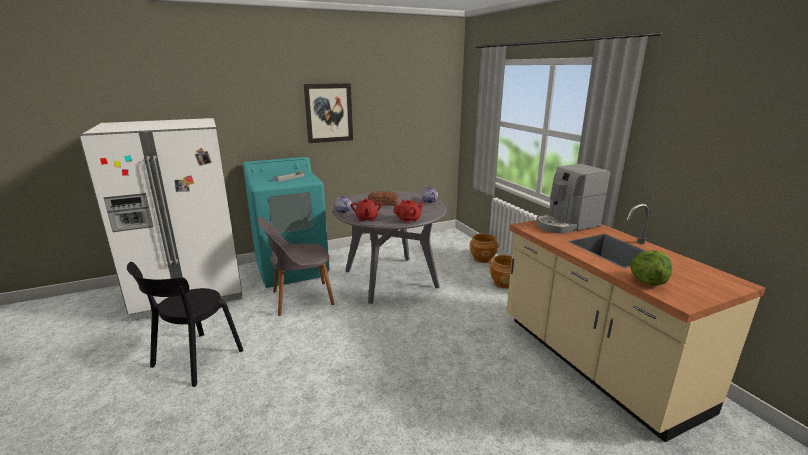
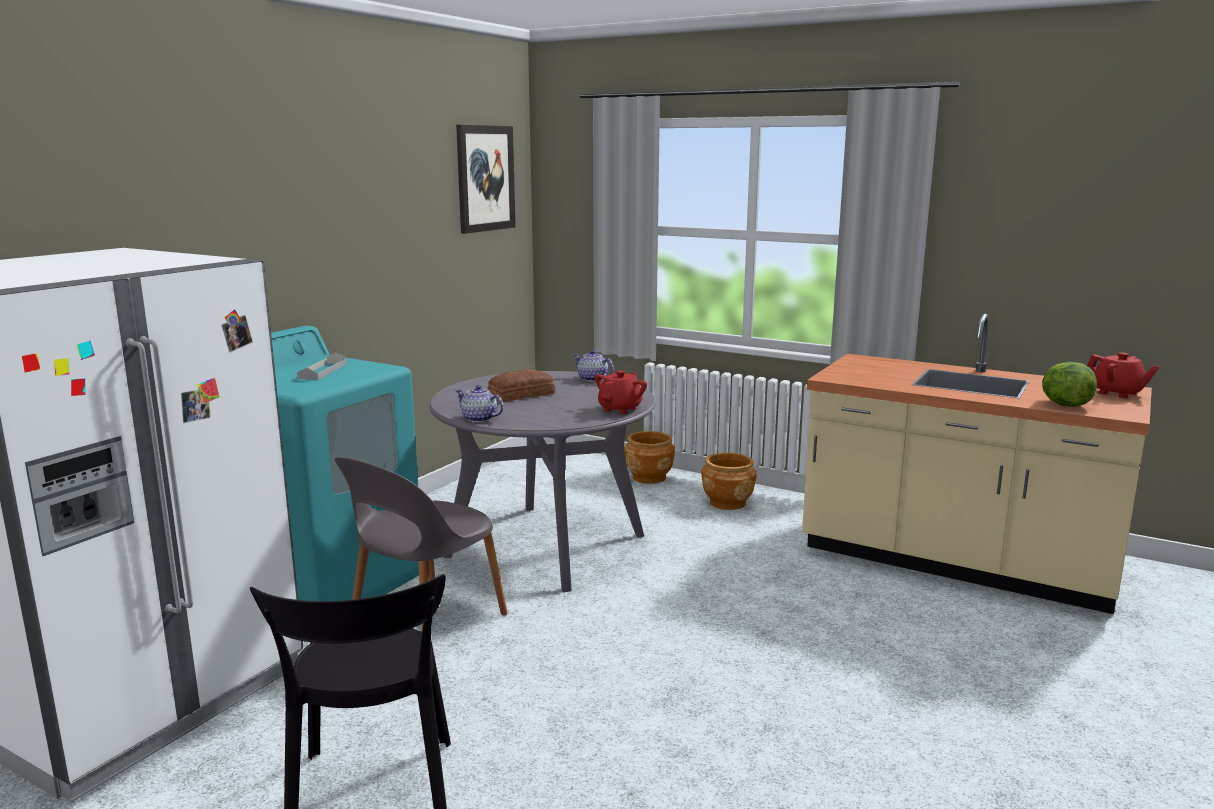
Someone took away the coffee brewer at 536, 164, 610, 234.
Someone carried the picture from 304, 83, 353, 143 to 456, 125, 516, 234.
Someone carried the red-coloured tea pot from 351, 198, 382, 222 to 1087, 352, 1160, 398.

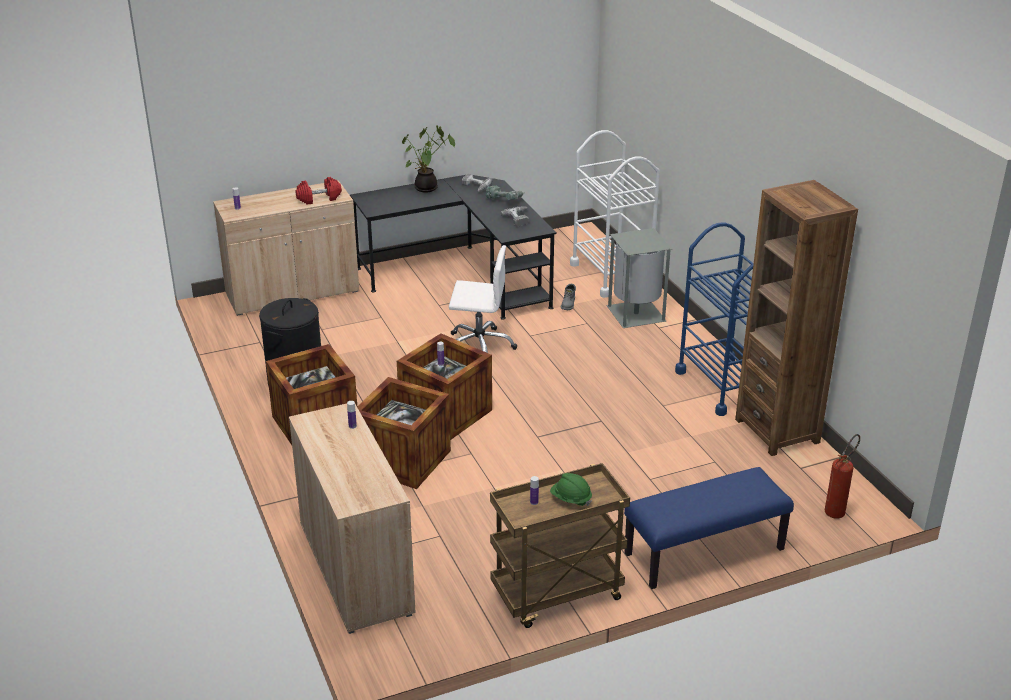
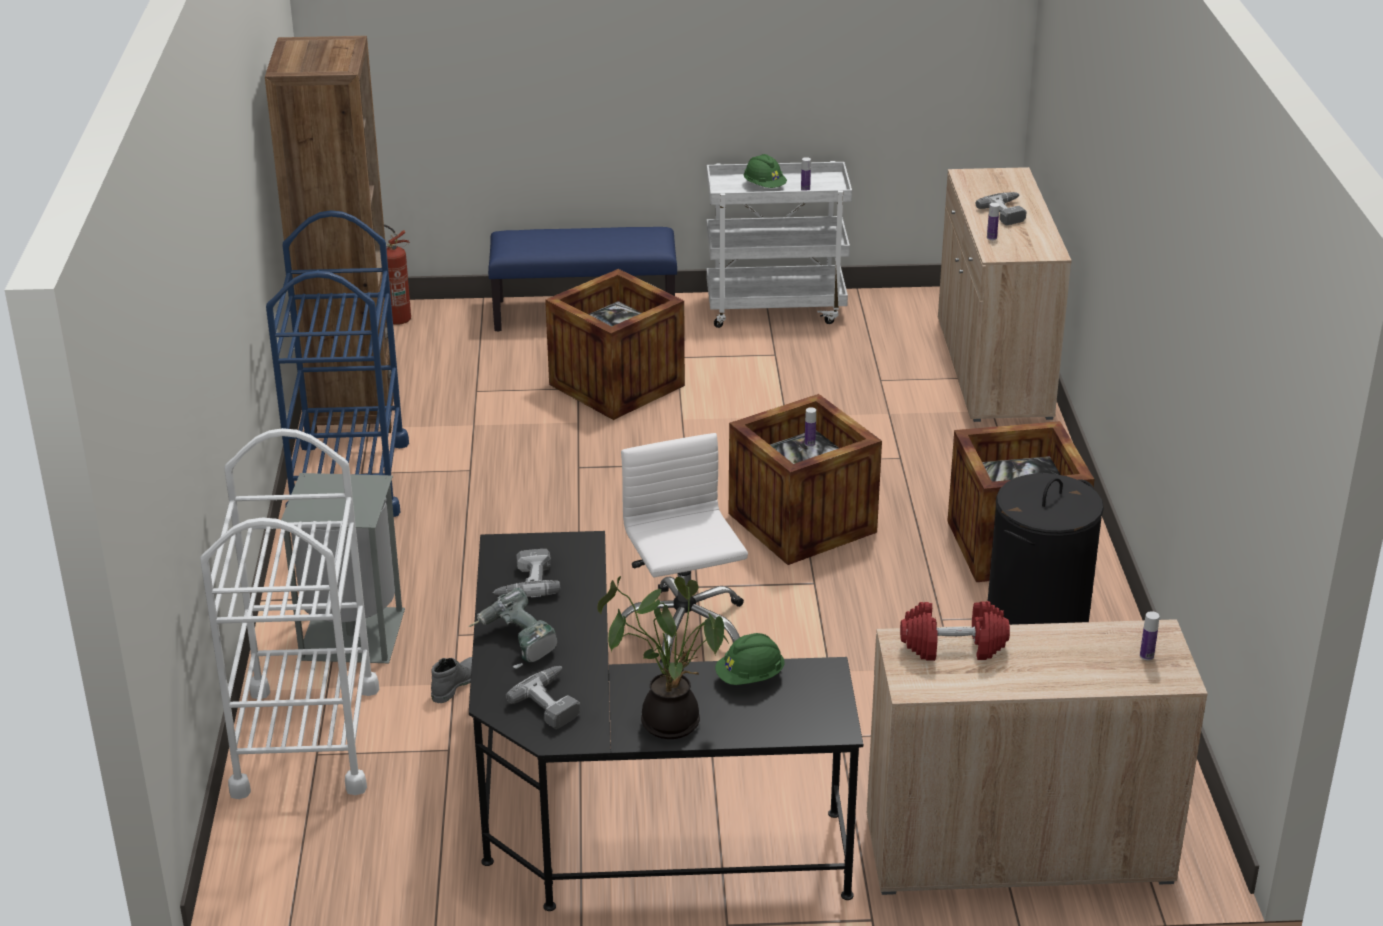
Someone put down the green-coloured work helmet at 715, 633, 784, 685.
Someone put down the drill at 976, 192, 1027, 225.
Someone carried the packing crate from 357, 377, 451, 489 to 545, 269, 685, 420.
Someone repainted the brown-coloured wheeled cart at 490, 463, 630, 628, which became the white wheeled cart at 707, 161, 852, 328.
Someone rotated the white computer chair at 449, 245, 517, 353 by 45 degrees clockwise.

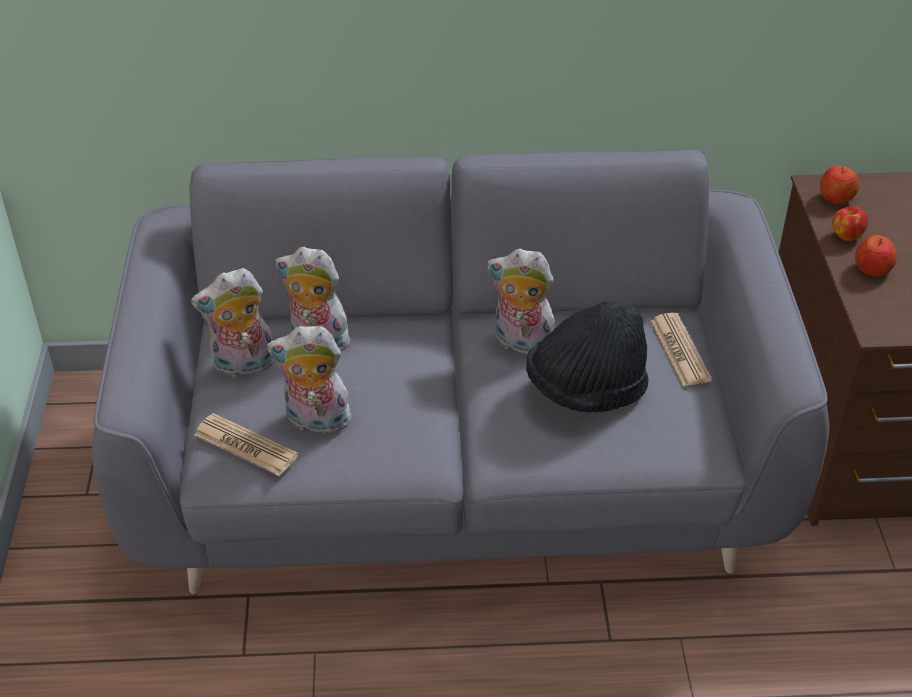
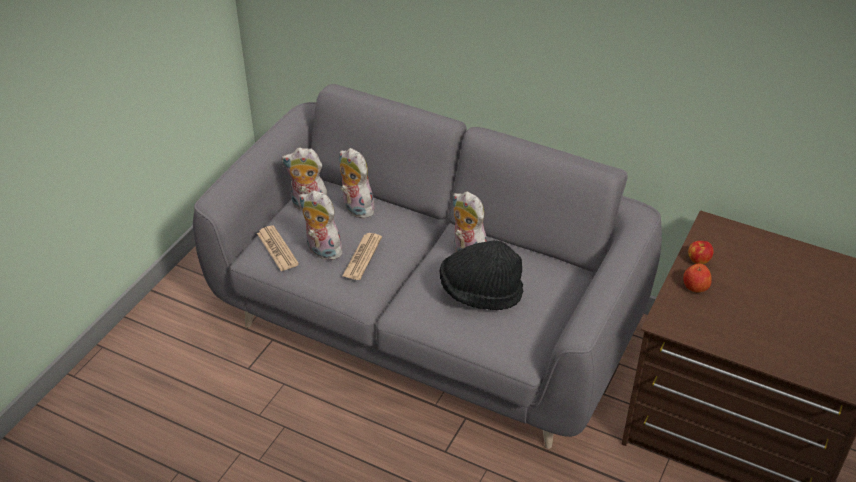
Someone took away the apple at 820, 165, 859, 204.
Someone carried the printed paper from 650, 313, 712, 386 to 342, 233, 382, 280.

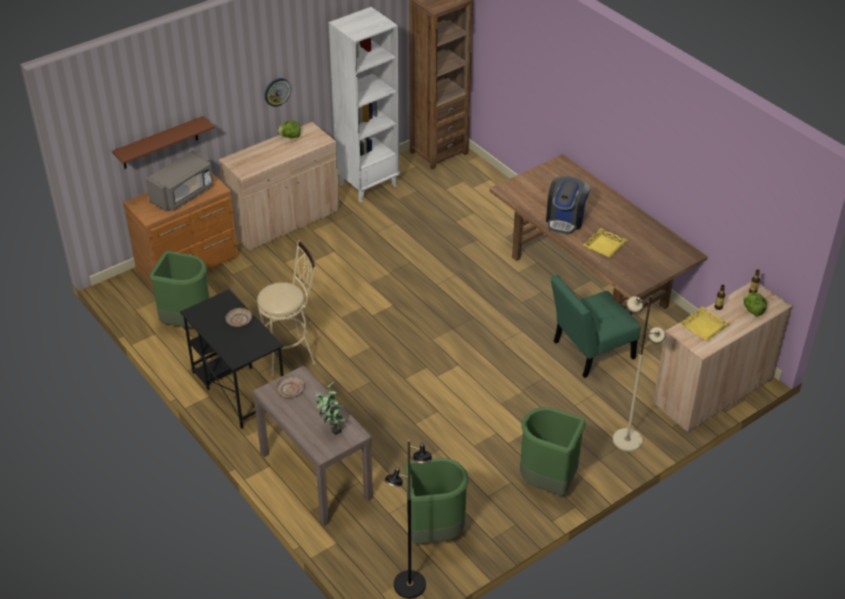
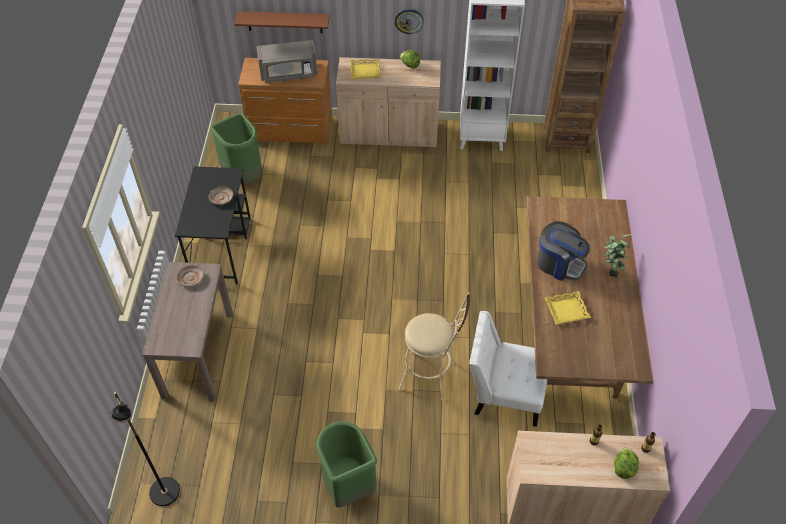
Someone took away the green-coloured rubbish bin at 404, 458, 469, 544.
Someone took away the beige-coloured standing lamp at 613, 296, 666, 452.
Someone carried the beige-coloured sitting stool from 257, 240, 316, 377 to 398, 293, 470, 401.
Someone carried the potted plant from 315, 382, 347, 435 to 604, 234, 631, 277.
Someone carried the yellow serving tray from 679, 306, 730, 341 to 350, 59, 381, 79.
Someone repainted the green-coloured upright chair at 550, 275, 640, 378, which became the white upright chair at 469, 311, 547, 427.
Someone rotated the coffee brewer at 546, 176, 590, 234 by 120 degrees counterclockwise.

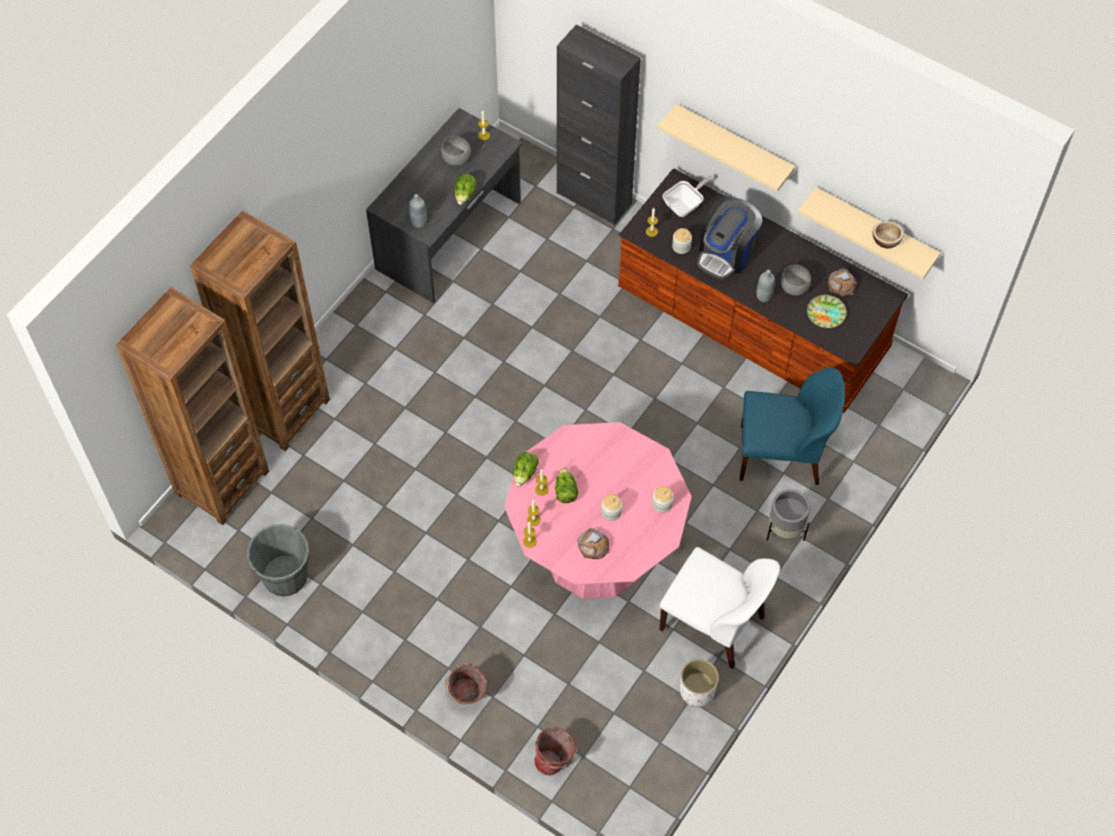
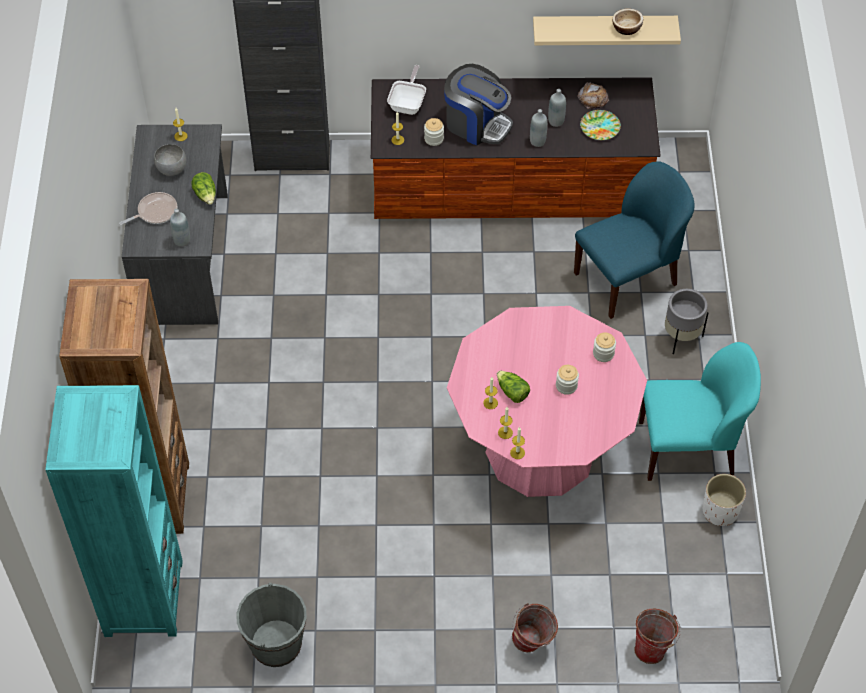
Someone took away the head of lettuce at 513, 452, 539, 487.
Someone took away the bread at 577, 528, 609, 559.
Someone took away the beige-coloured shelf at 658, 104, 795, 192.
Someone put down the frying pan at 119, 192, 177, 225.
Someone swapped the gray bowl at 781, 265, 811, 296 for the gray bottle at 548, 89, 566, 127.
Someone repainted the brown-coloured bookcase at 116, 287, 269, 525, which became the turquoise bookcase at 45, 385, 183, 637.
Someone repainted the white upright chair at 660, 547, 780, 669, which became the turquoise upright chair at 639, 342, 761, 481.
Someone rotated the coffee brewer at 697, 197, 763, 280 by 60 degrees counterclockwise.

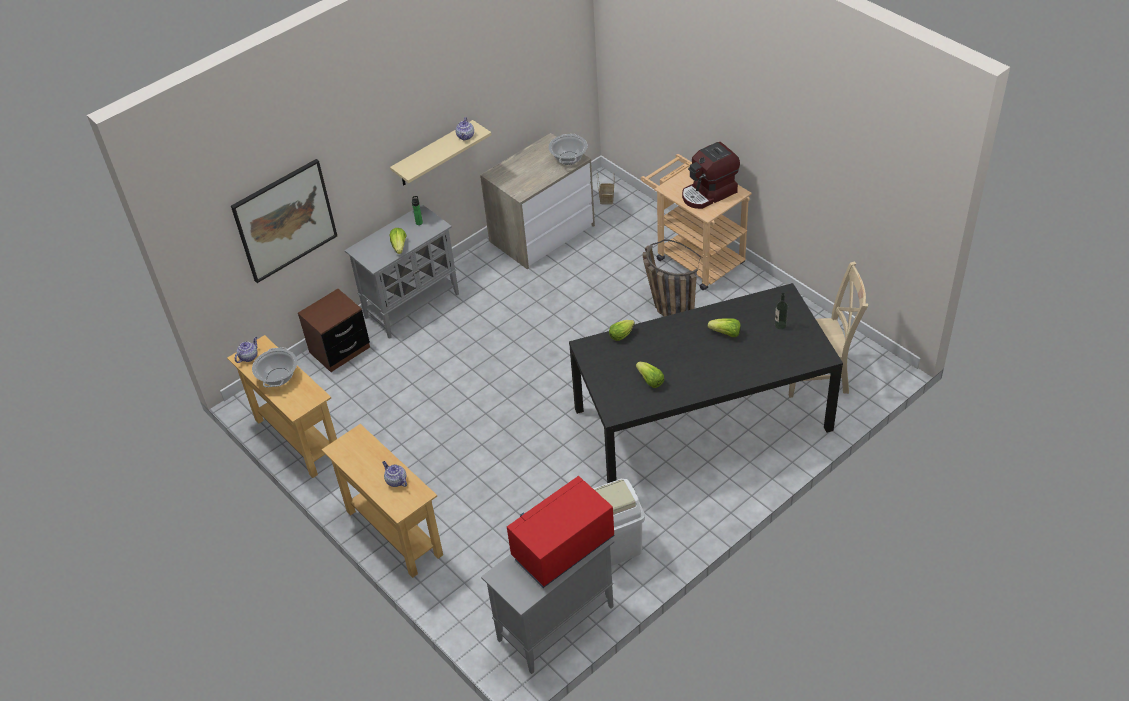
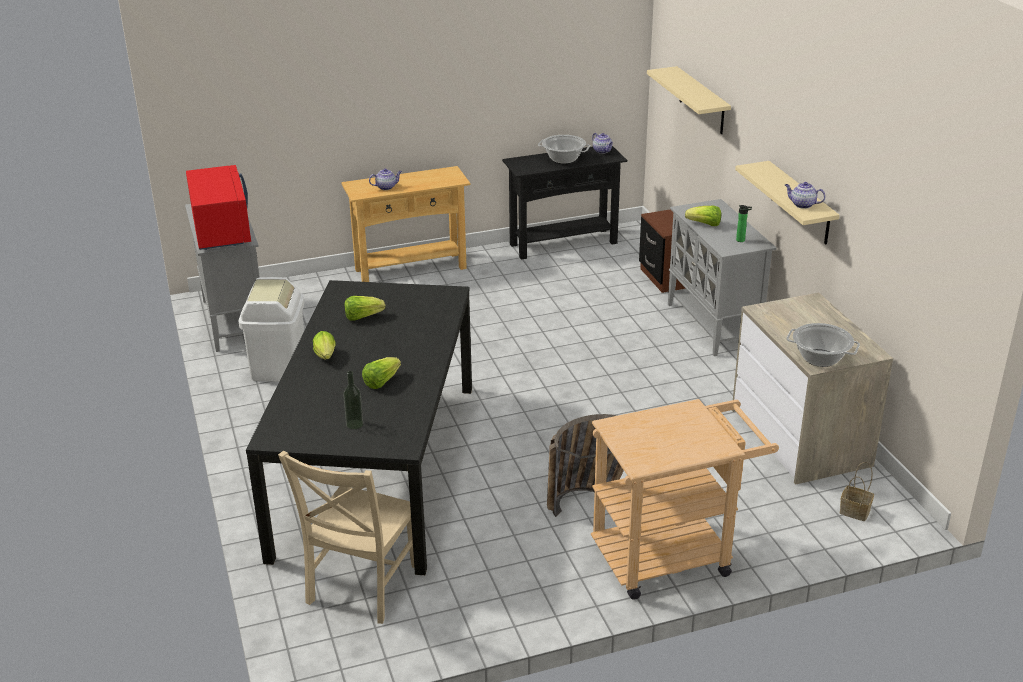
Someone took away the coffee brewer at 682, 142, 740, 209.
Someone carried the head of lettuce from 609, 320, 635, 341 to 313, 331, 335, 359.
Someone swapped the picture at 231, 159, 337, 283 for the beige-coloured shelf at 647, 66, 731, 134.
Someone repainted the beige-coloured narrow table at 227, 335, 337, 478, which became the black-coloured narrow table at 502, 146, 627, 260.

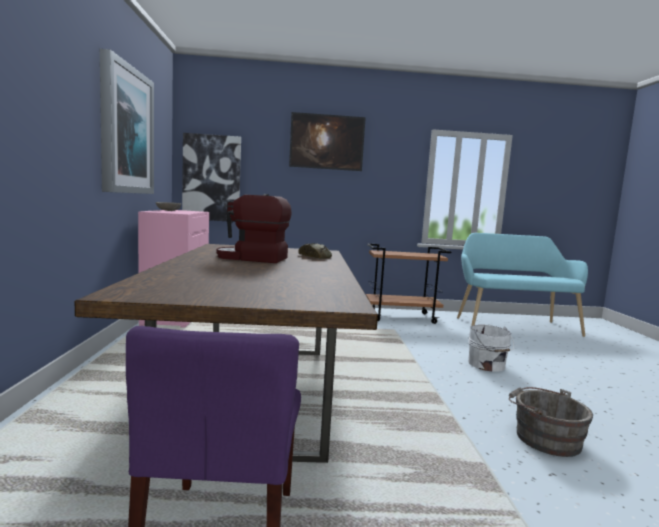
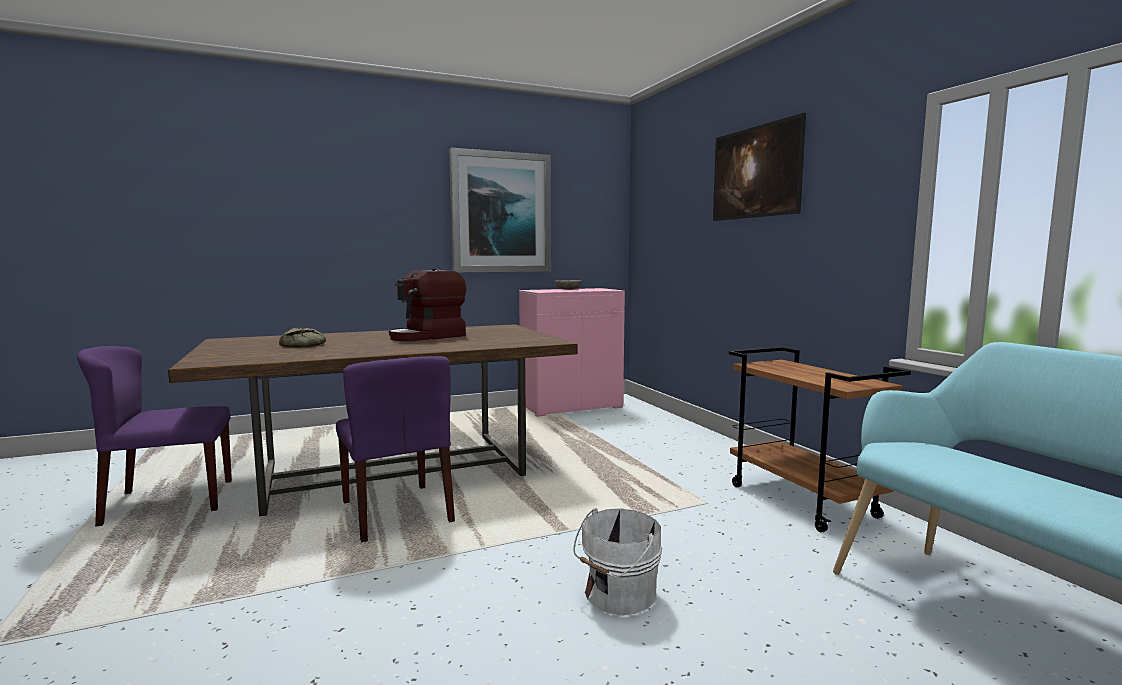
Someone took away the picture at 182, 133, 241, 222.
Someone took away the gray bucket at 509, 387, 593, 457.
Someone put down the purple-coloured upright chair at 336, 356, 455, 542.
Someone carried the bread from 298, 243, 332, 259 to 279, 327, 326, 347.
Someone rotated the coffee brewer at 216, 194, 292, 263 by 120 degrees counterclockwise.

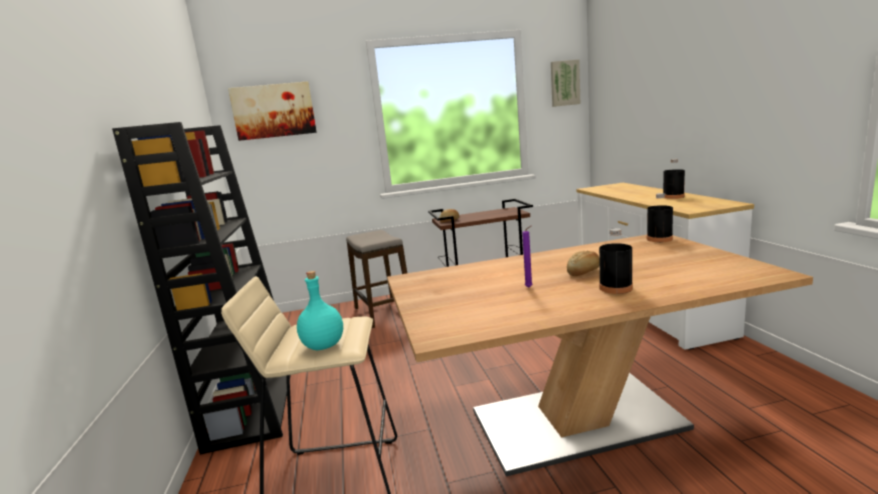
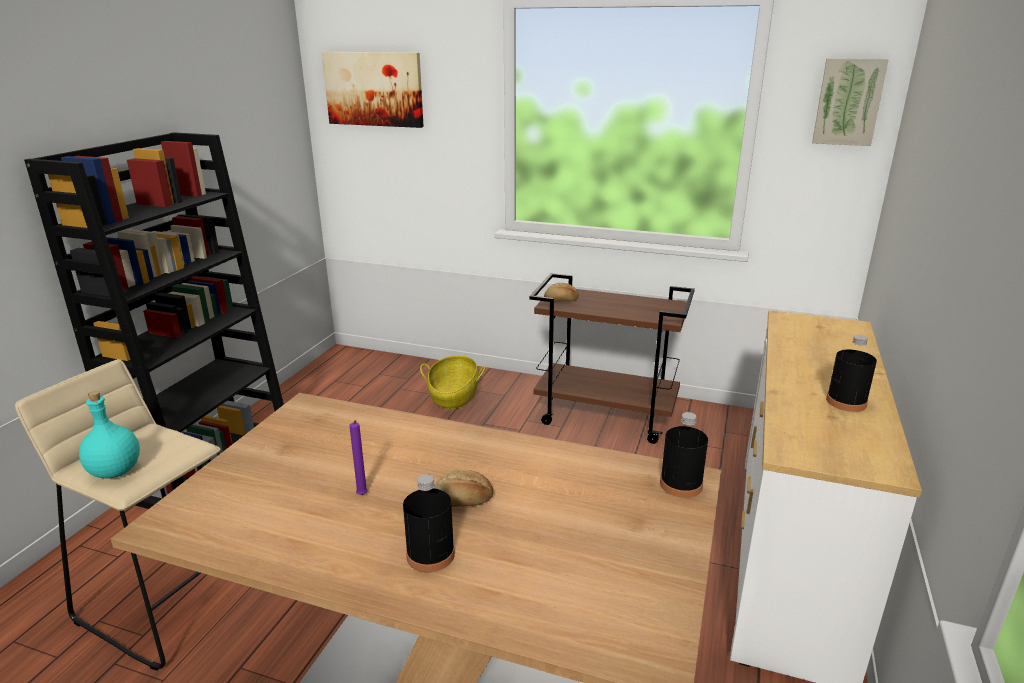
Someone swapped the sitting stool at 346, 230, 407, 328 for the basket at 420, 355, 485, 409.

